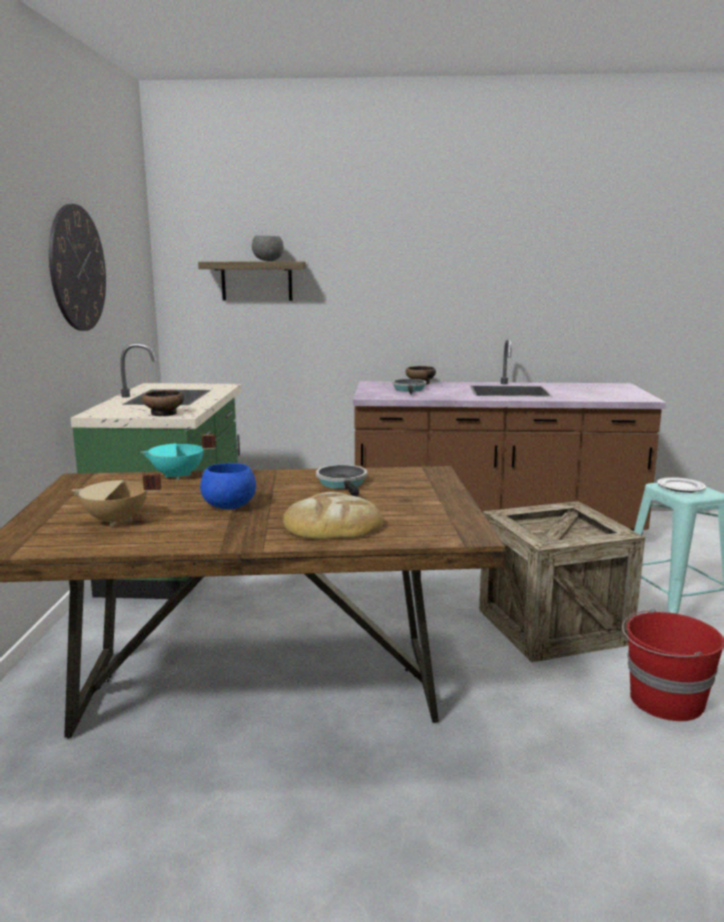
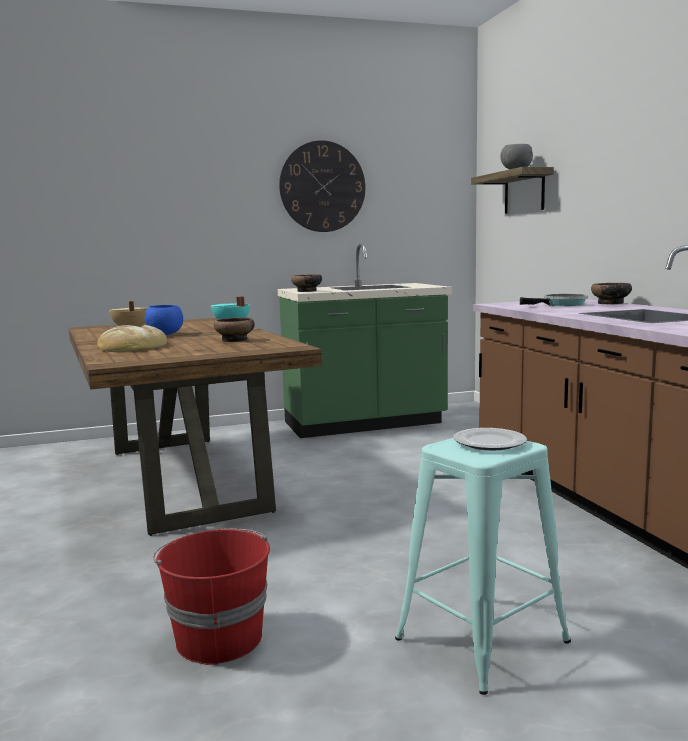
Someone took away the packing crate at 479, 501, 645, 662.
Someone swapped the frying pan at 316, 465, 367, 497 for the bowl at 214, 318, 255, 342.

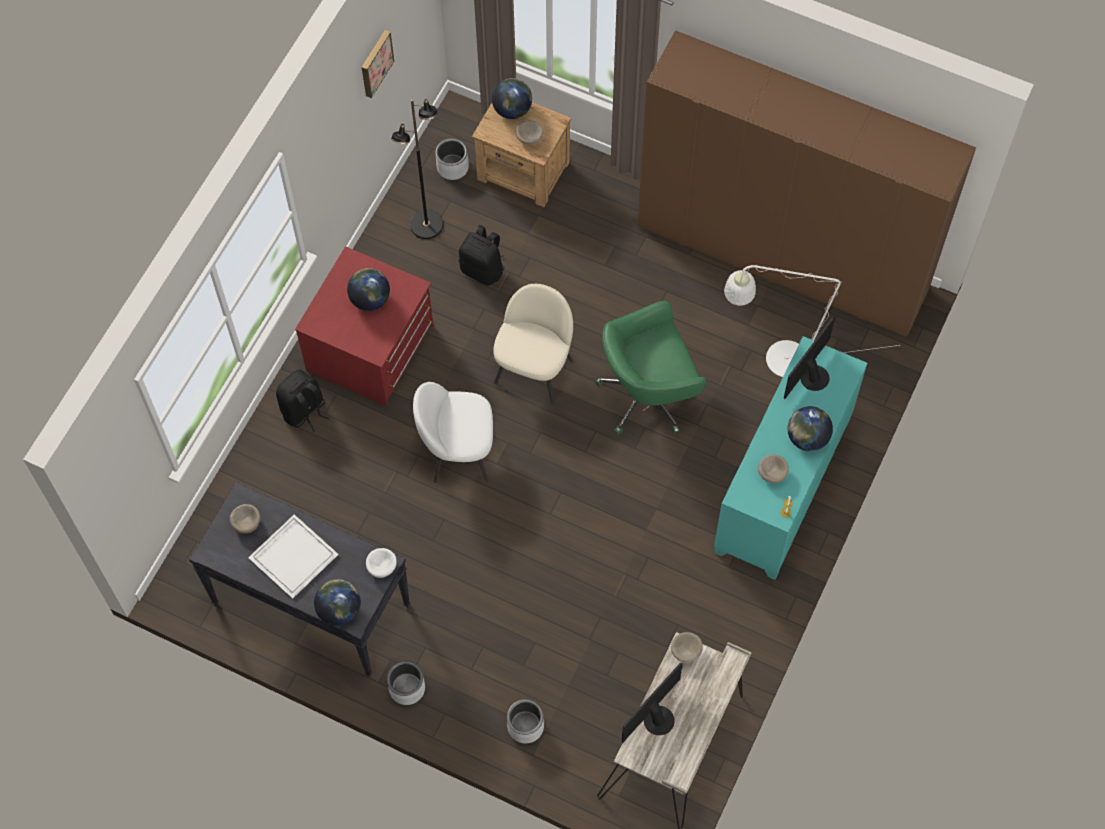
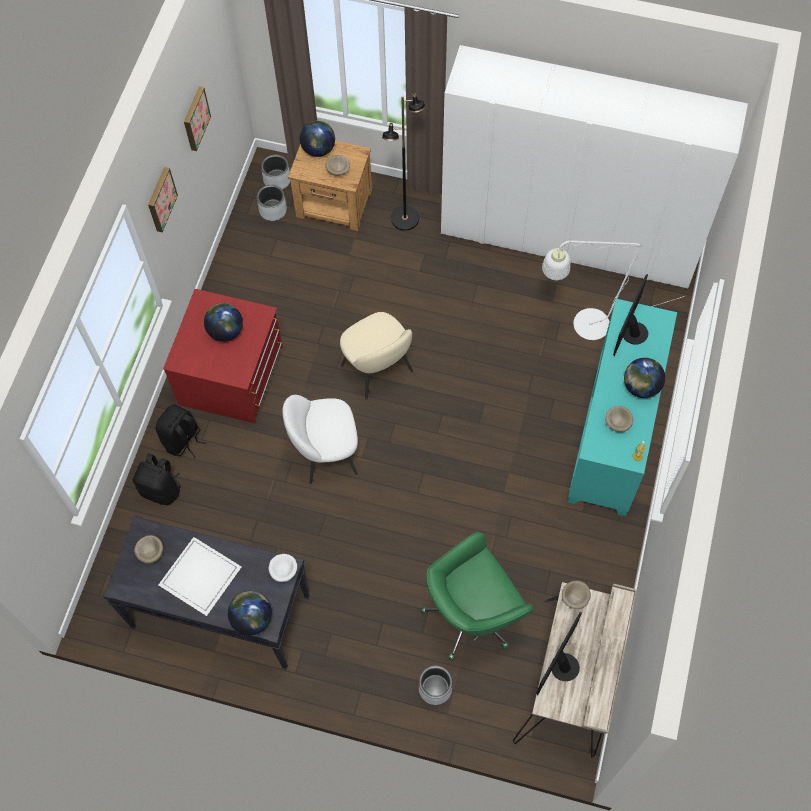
Someone put up the picture at 148, 167, 178, 232.
Someone carried the gray plant pot from 387, 661, 425, 705 to 261, 154, 290, 189.
Someone carried the black-coloured standing lamp from 391, 99, 443, 239 to 382, 94, 426, 231.
Someone carried the black-coloured rucksack from 459, 225, 504, 286 to 133, 454, 180, 505.
Someone carried the green-coloured computer chair from 595, 301, 706, 435 to 420, 532, 533, 661.
Someone repainted the brown-coloured wardrobe at 638, 30, 976, 337, which became the white wardrobe at 441, 45, 748, 288.
Someone rotated the beige-coloured upright chair at 493, 284, 573, 405 by 135 degrees clockwise.

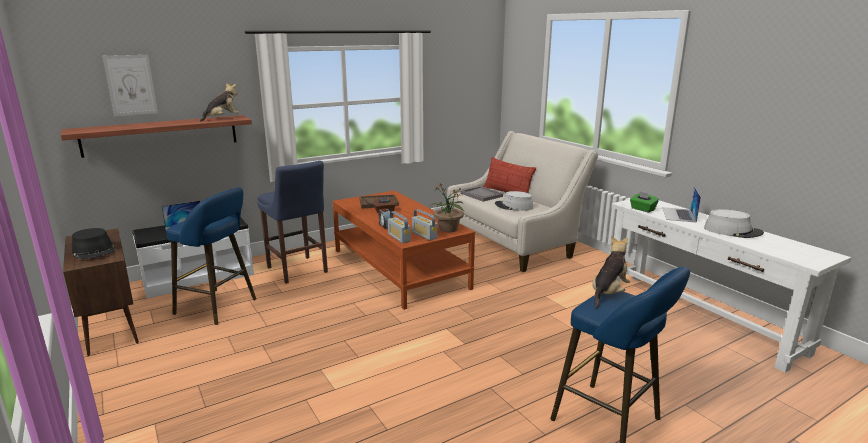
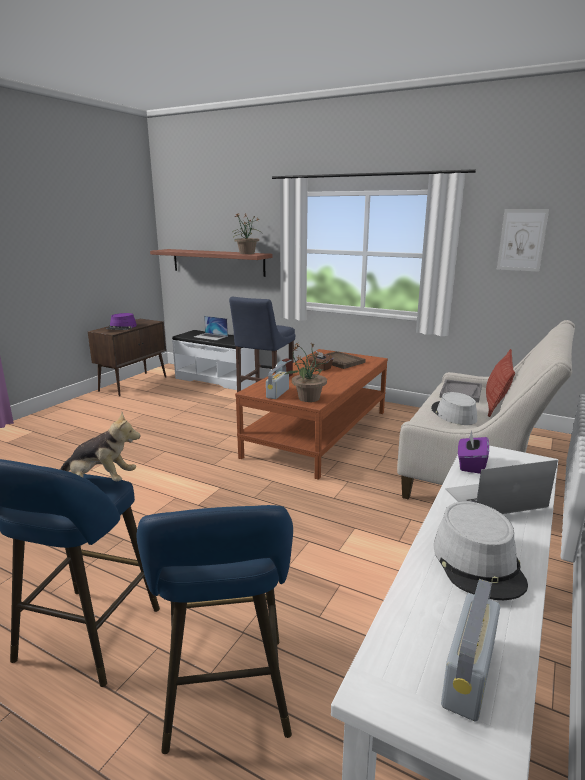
Someone carried the picture from 102, 55, 158, 116 to 497, 210, 549, 272.
Someone carried the blue sitting stool from 166, 187, 256, 325 to 137, 505, 293, 754.
Someone carried the radio receiver from 388, 211, 411, 243 to 441, 579, 500, 721.
Someone swapped the cuddly toy at 200, 83, 239, 122 for the potted plant at 232, 213, 262, 254.
Someone repainted the black-coloured clothing hat at 72, 228, 115, 259, which became the purple-coloured clothing hat at 105, 313, 137, 330.
Someone repainted the green-coloured tissue holder at 630, 191, 659, 212, which became the purple-coloured tissue holder at 458, 431, 489, 474.

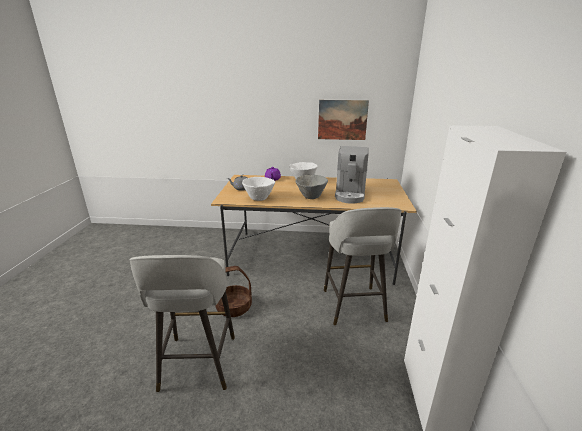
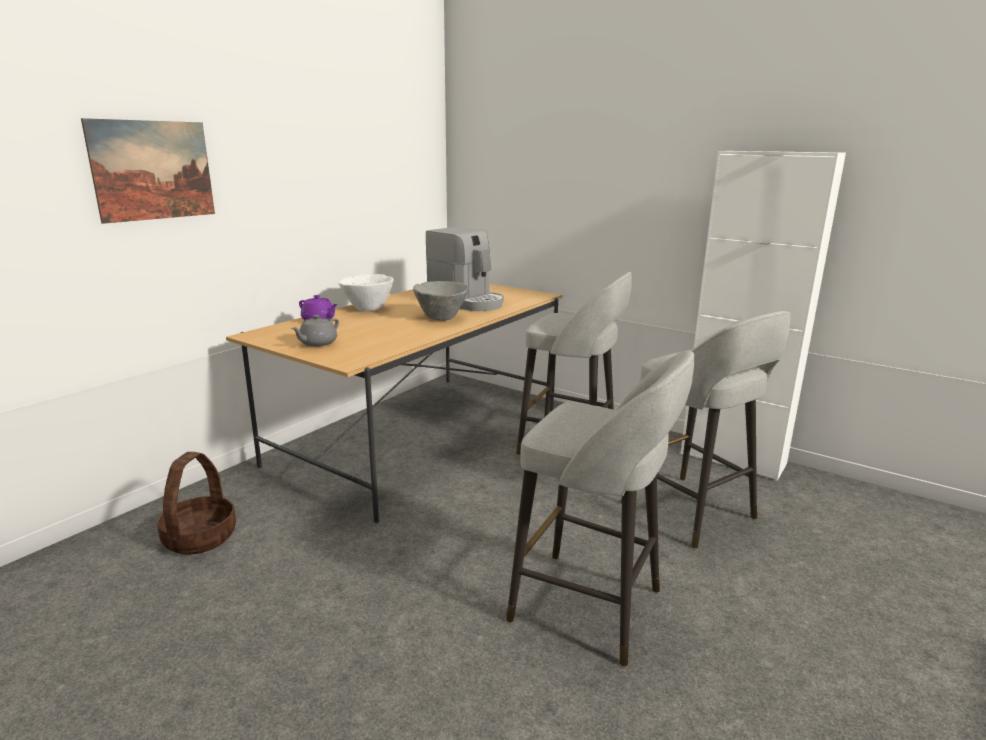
Someone took away the white bowl at 242, 177, 275, 201.
Someone put down the gray sitting stool at 621, 311, 791, 549.
Someone carried the basket from 215, 266, 252, 317 to 157, 452, 236, 555.
Someone carried the picture from 318, 100, 369, 140 to 81, 118, 215, 224.

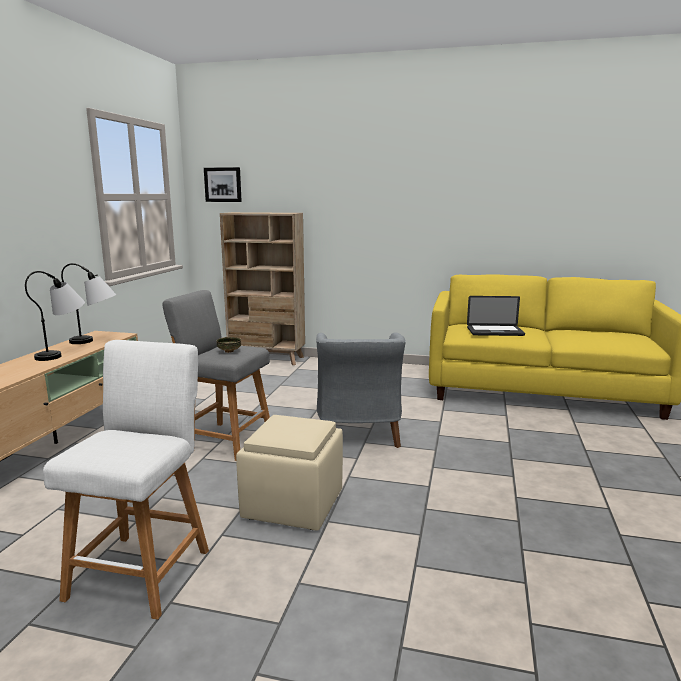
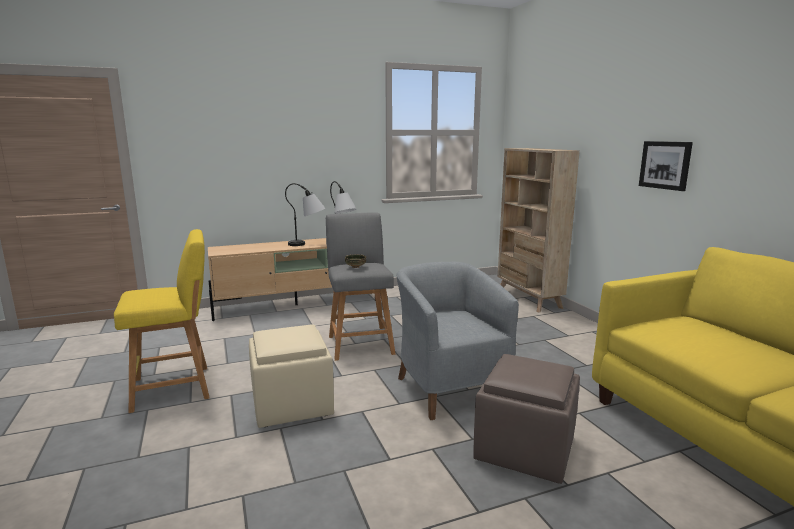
Someone took away the notebook computer at 467, 296, 525, 336.
Someone put down the brown-coloured pouffe at 473, 354, 580, 484.
Someone carried the picture from 204, 167, 242, 202 to 639, 141, 693, 191.
Someone repainted the white sitting stool at 43, 340, 209, 620, which became the yellow sitting stool at 114, 229, 209, 413.
Someone rotated the gray armchair at 316, 332, 406, 448 by 105 degrees clockwise.

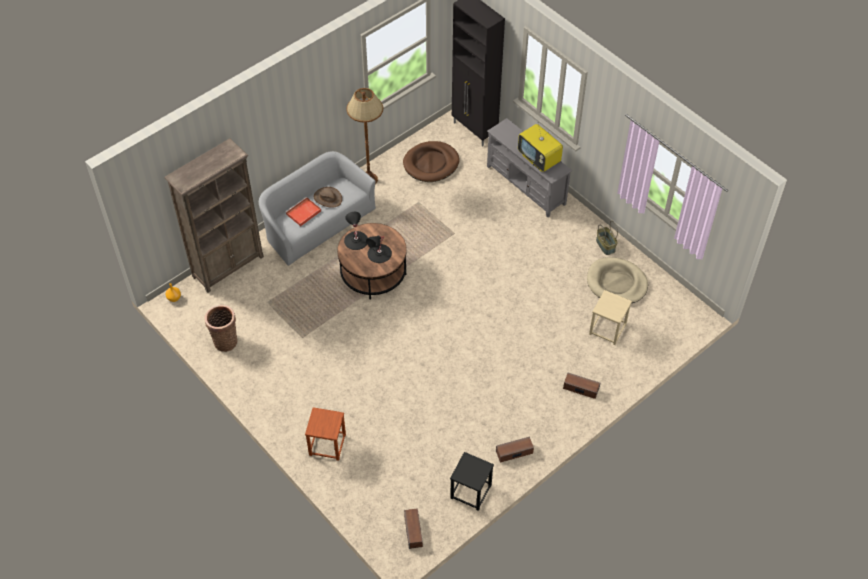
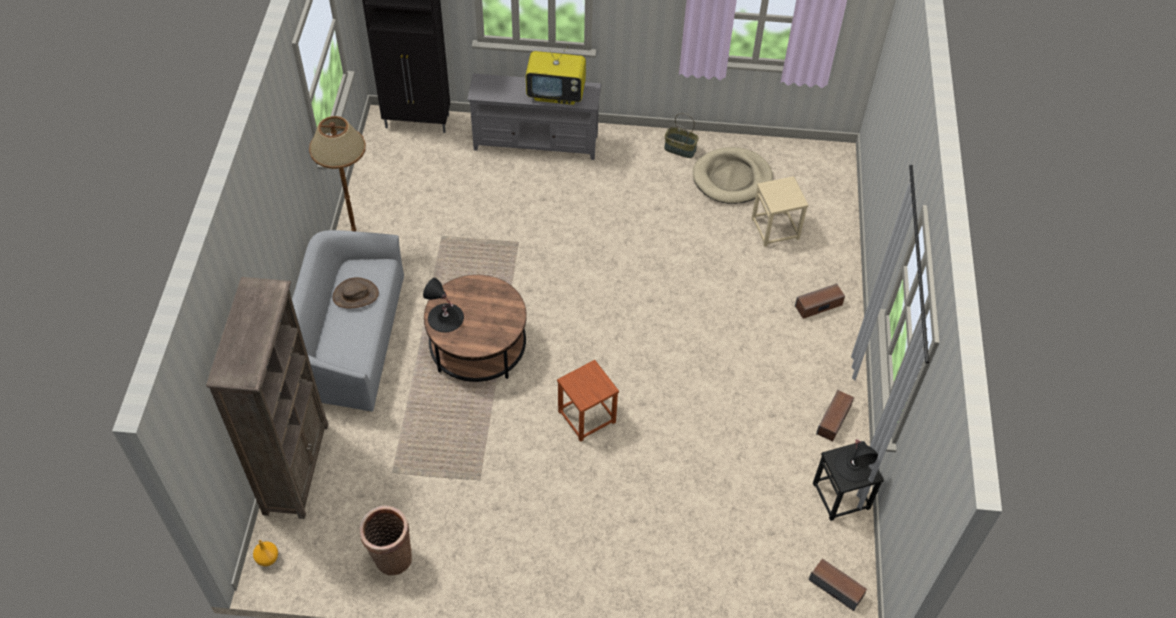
Someone took away the red-coloured serving tray at 286, 197, 321, 226.
Someone took away the brown-coloured dog bed at 403, 141, 460, 182.
Someone carried the brown-coloured sitting stool from 305, 407, 346, 461 to 557, 360, 619, 442.
Someone carried the black-coloured lamp for a table from 366, 235, 392, 263 to 834, 439, 878, 482.

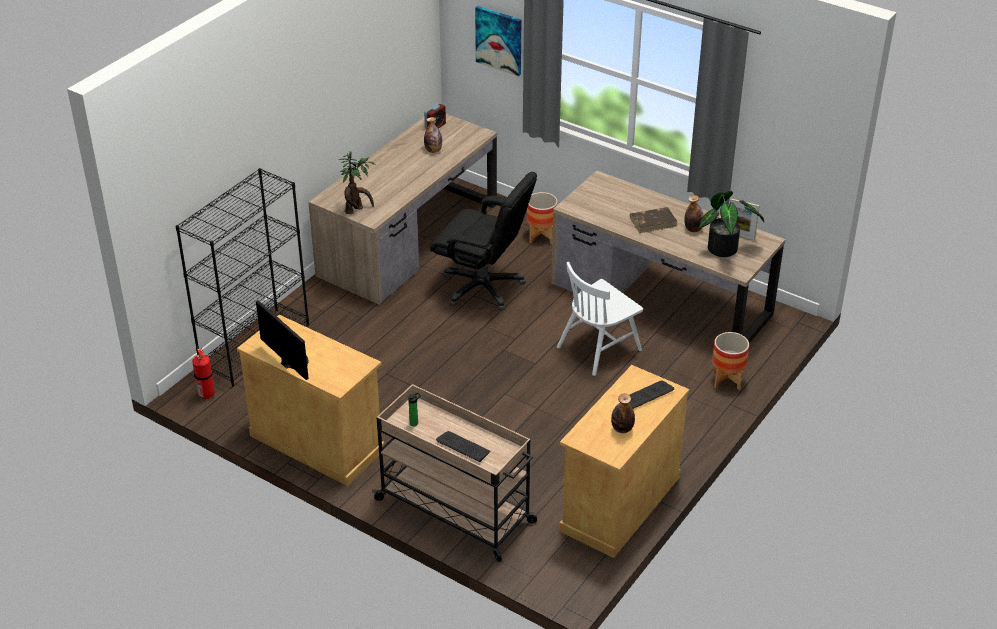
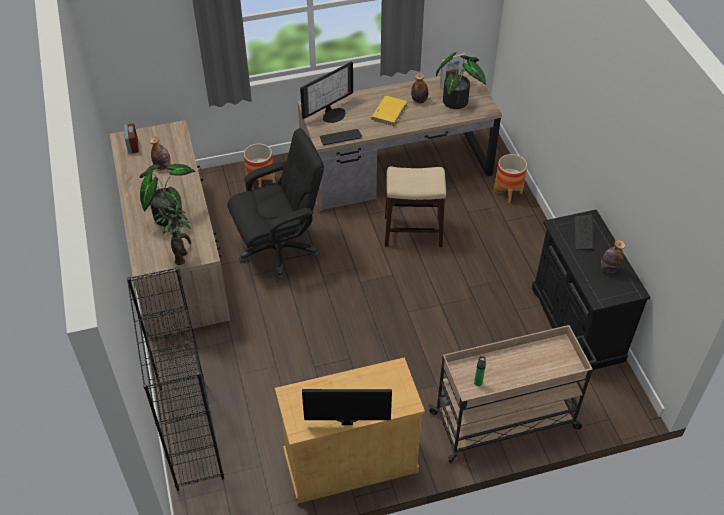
Someone took away the fire-fighting cylinder at 192, 346, 215, 399.
Someone took away the picture at 475, 6, 521, 76.
Someone put down the potted plant at 139, 164, 195, 226.
Someone put down the computer screen at 300, 61, 353, 123.
Someone carried the computer keyboard from 436, 431, 490, 462 to 320, 129, 362, 145.
Someone swapped the white upright chair at 557, 262, 643, 376 for the sitting stool at 385, 166, 446, 247.
Someone repainted the beige-coloured storage cabinet at 559, 365, 689, 558, which became the black-coloured storage cabinet at 532, 210, 650, 370.
Someone repainted the brown-coloured bound book at 630, 207, 677, 233, which became the yellow bound book at 371, 96, 407, 127.

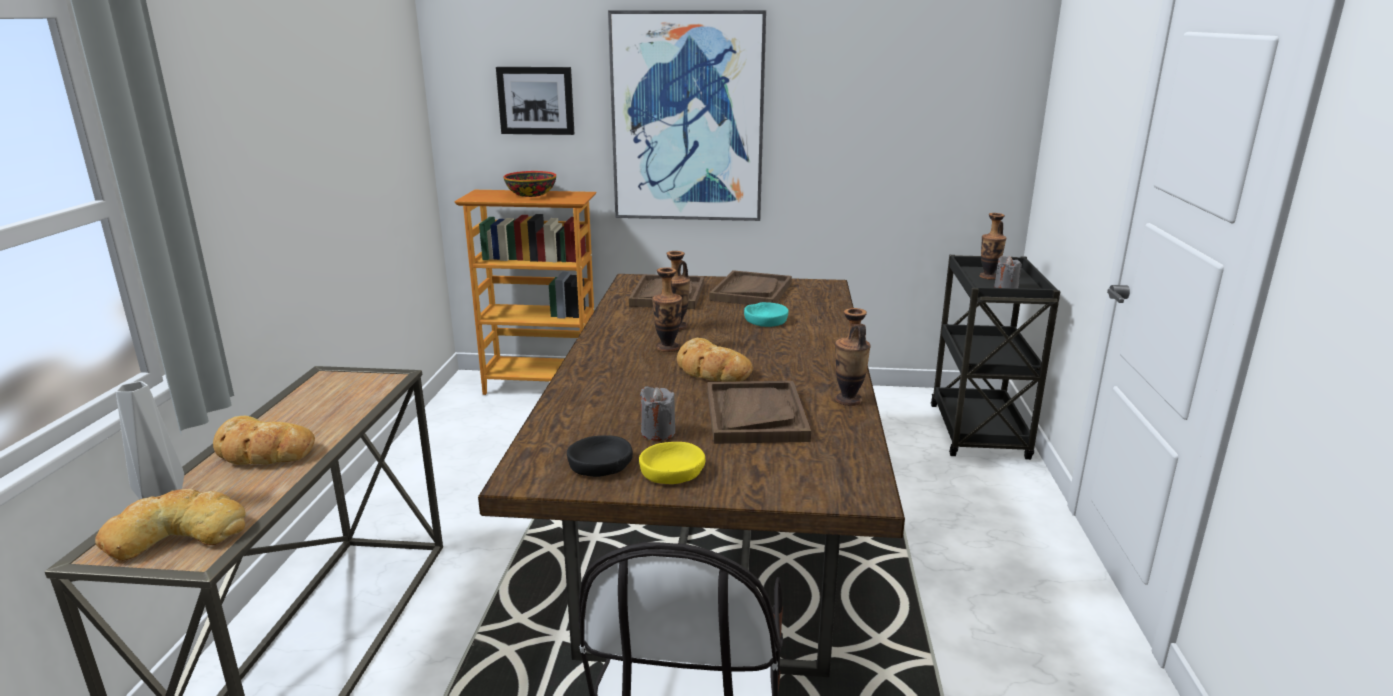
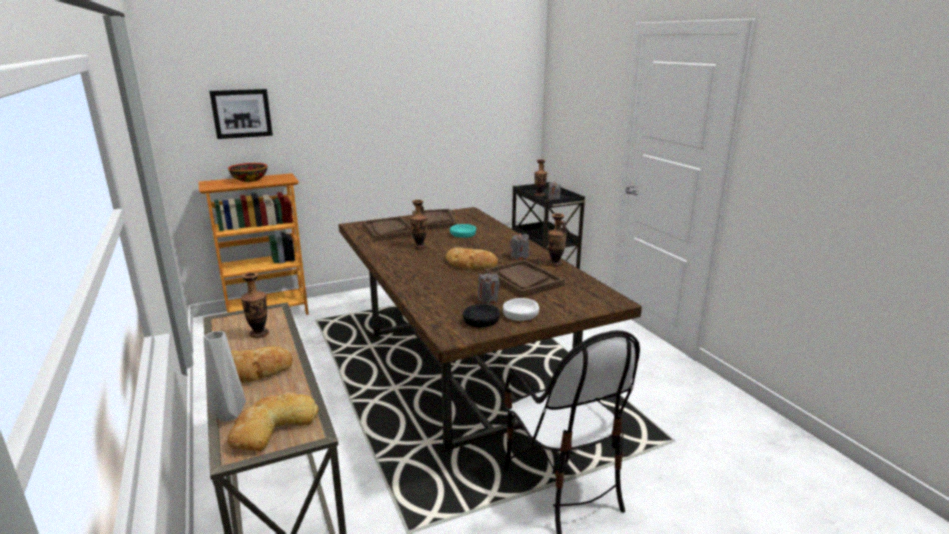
Someone took away the picture at 608, 10, 766, 221.
Someone put down the gray candle at 510, 233, 529, 260.
Someone carried the vase from 652, 267, 682, 352 to 241, 272, 269, 338.
Someone repainted the yellow bowl at 639, 442, 705, 484, which became the white bowl at 503, 298, 539, 321.

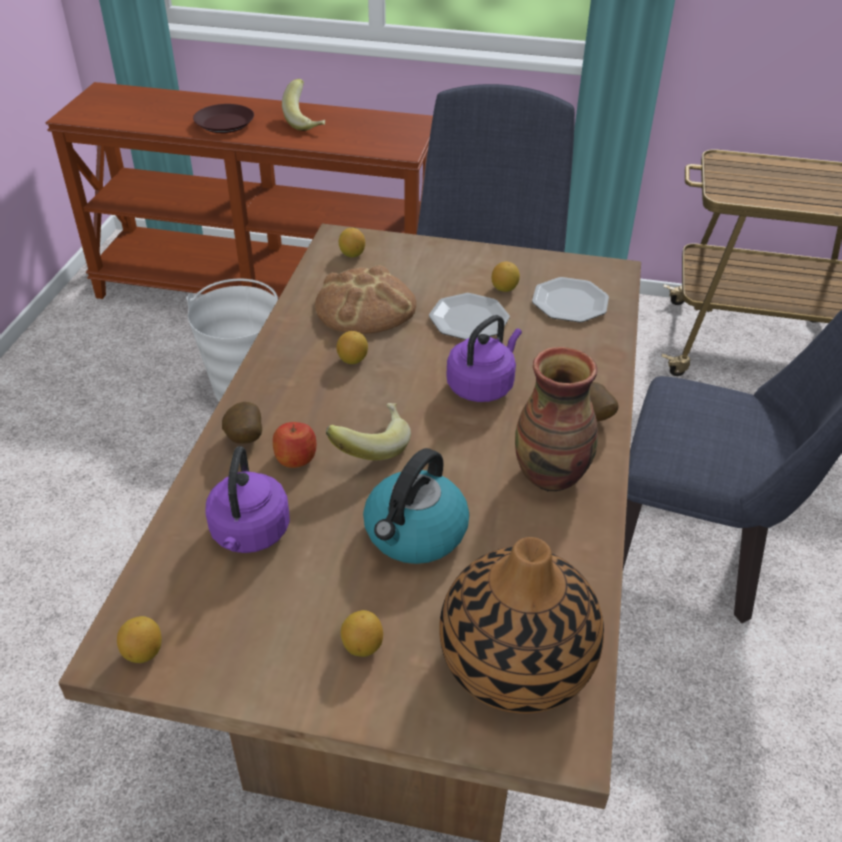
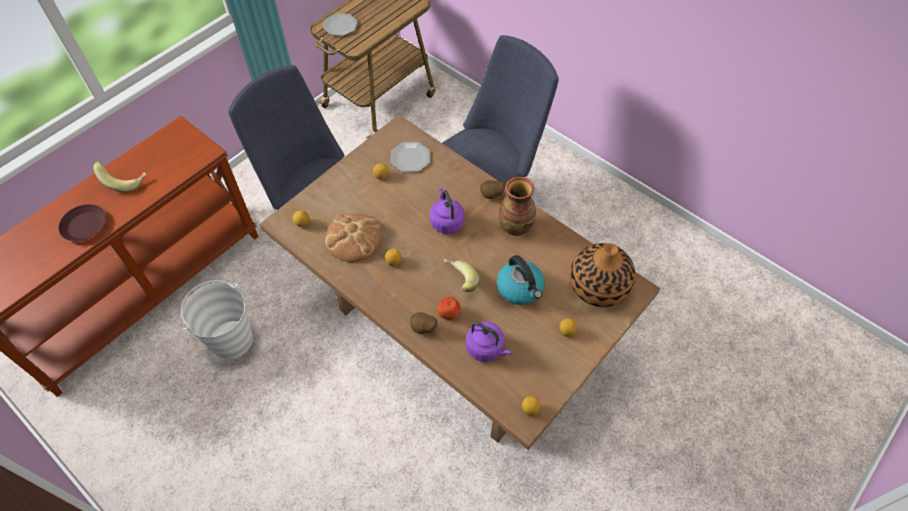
Someone carried the flat dish from 429, 293, 510, 340 to 323, 13, 358, 36.

